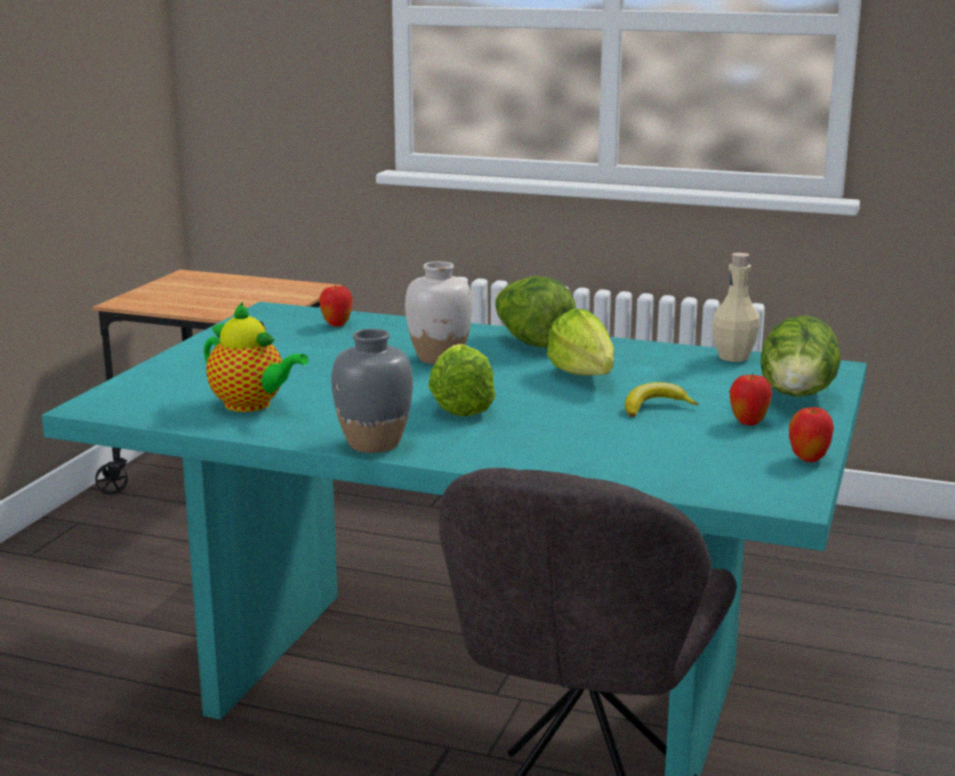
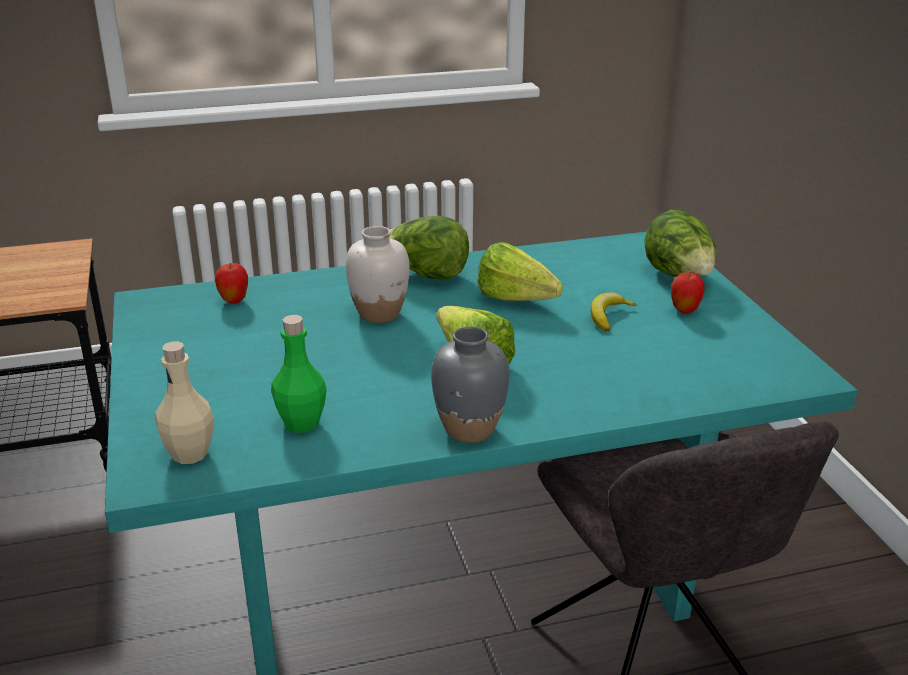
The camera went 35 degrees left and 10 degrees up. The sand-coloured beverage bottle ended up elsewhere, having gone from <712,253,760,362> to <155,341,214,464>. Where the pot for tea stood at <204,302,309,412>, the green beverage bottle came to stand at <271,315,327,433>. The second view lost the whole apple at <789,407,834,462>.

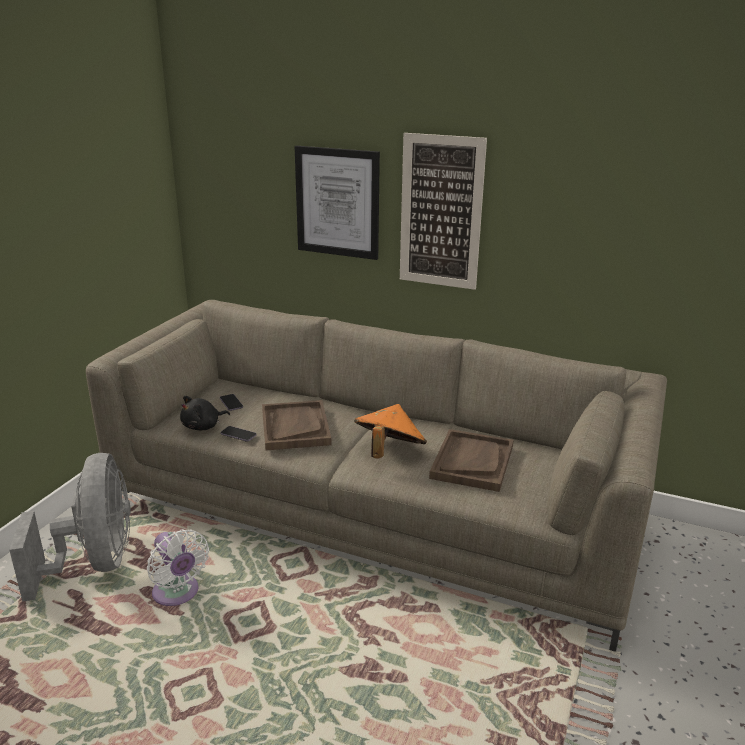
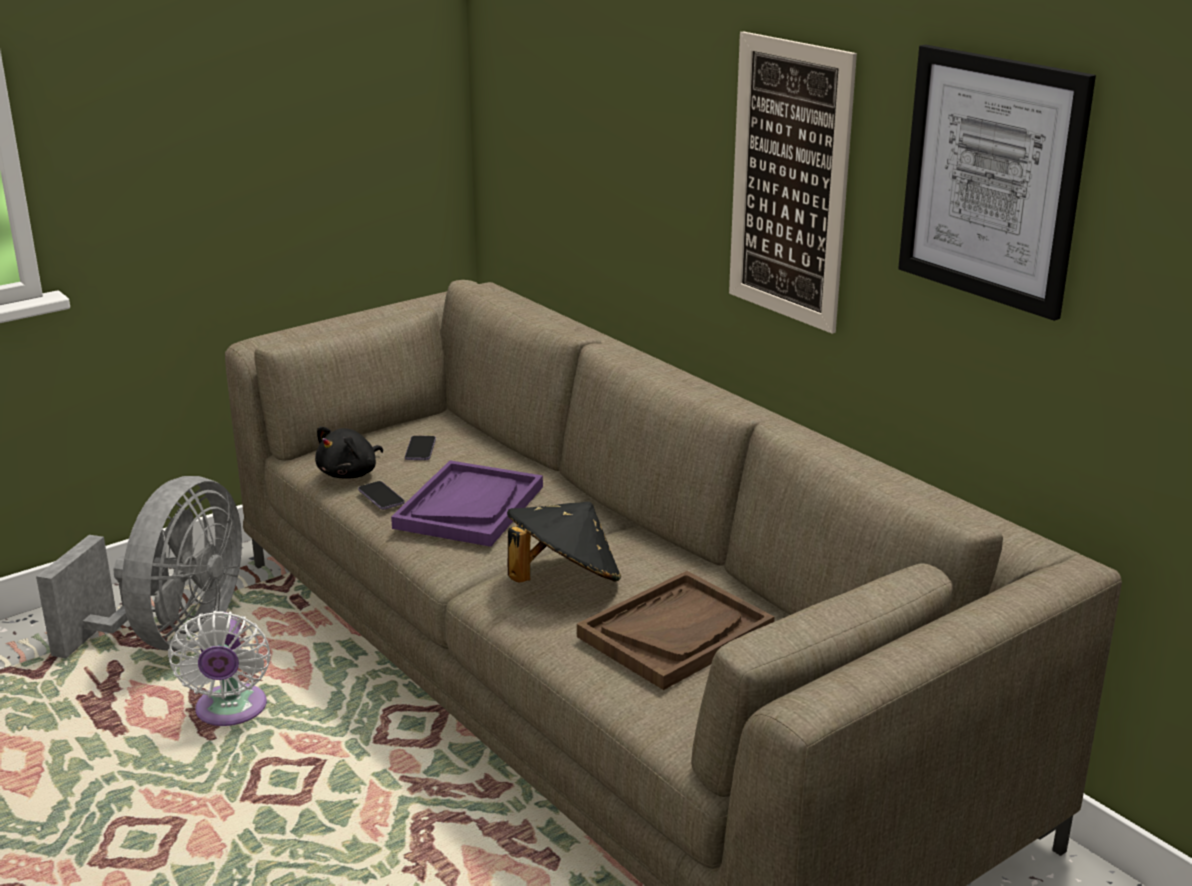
The camera went 30 degrees right and 0 degrees up. The blackish soft toy at <180,396,230,430> ended up facing another way, 45 degrees counterclockwise from before. What was the brown-coloured serving tray at <262,400,331,450> turned into the purplish serving tray at <391,460,543,547>. What was the orangey hat at <354,404,427,459> turned into the blackish hat at <507,502,621,583>. The wall picture ended up elsewhere, having gone from <295,146,380,260> to <898,45,1096,321>.

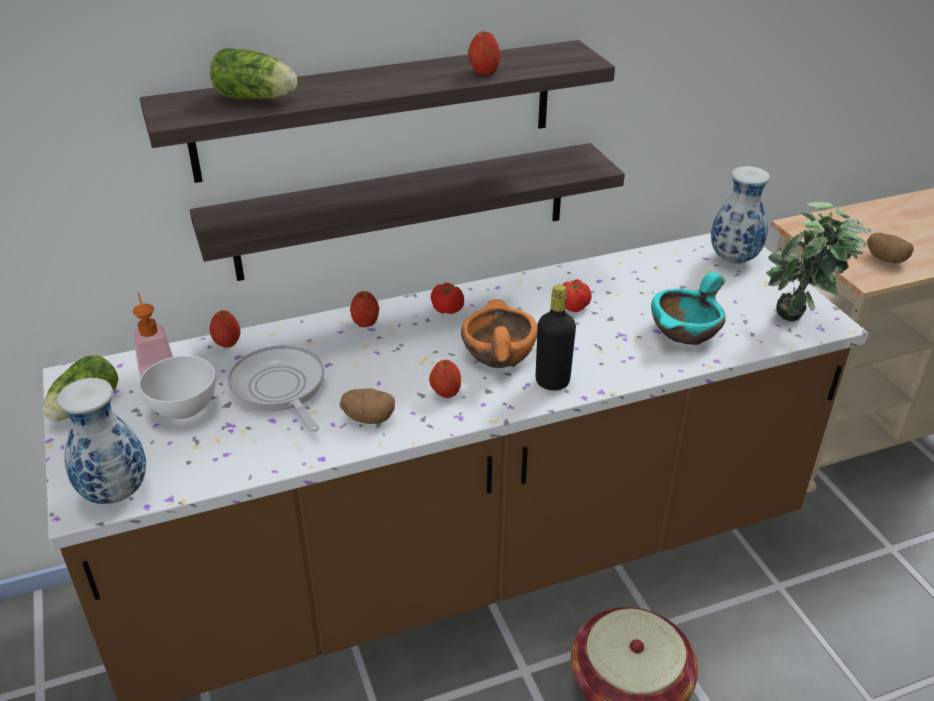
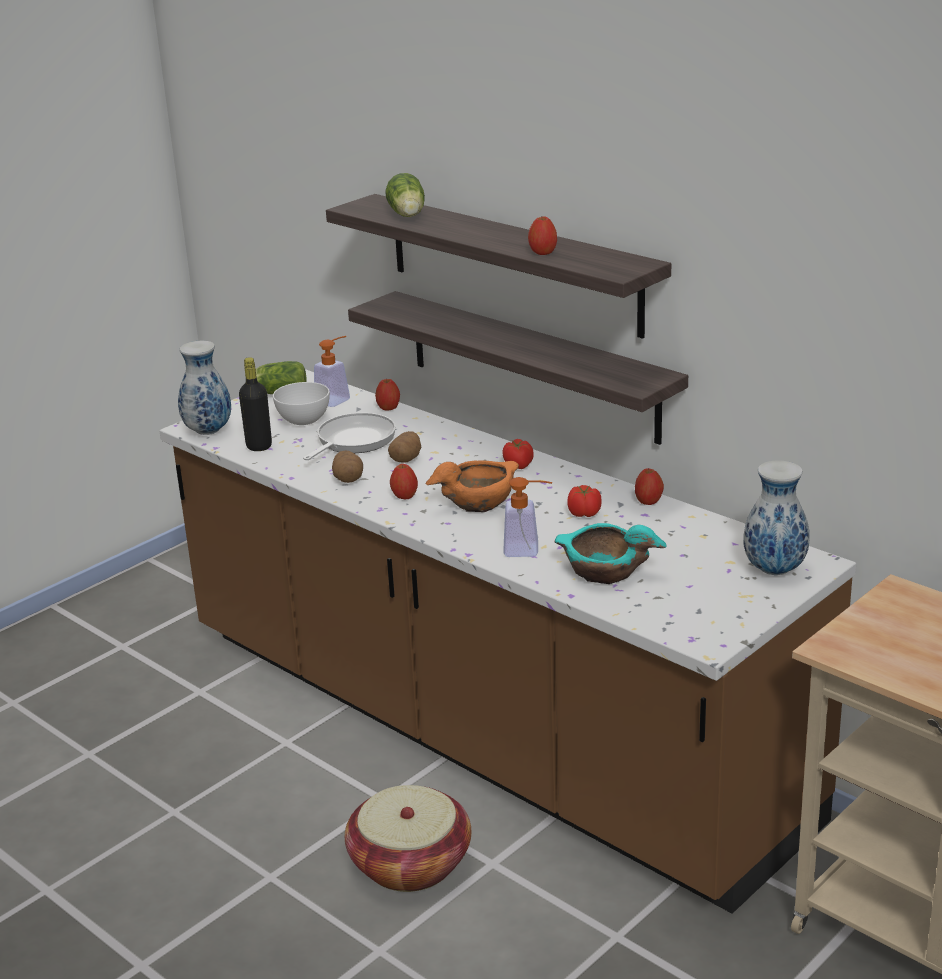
The camera went 65 degrees right and 10 degrees down. The blackish beverage bottle ended up elsewhere, having gone from <536,285,576,390> to <239,357,272,451>. The potato ended up elsewhere, having gone from <867,233,914,263> to <388,431,421,463>. The second view gained the liquid soap bottle at <503,477,552,557>. The whole apple ended up elsewhere, having gone from <350,291,379,327> to <635,469,664,505>. The second view lost the houseplant at <766,202,871,322>.

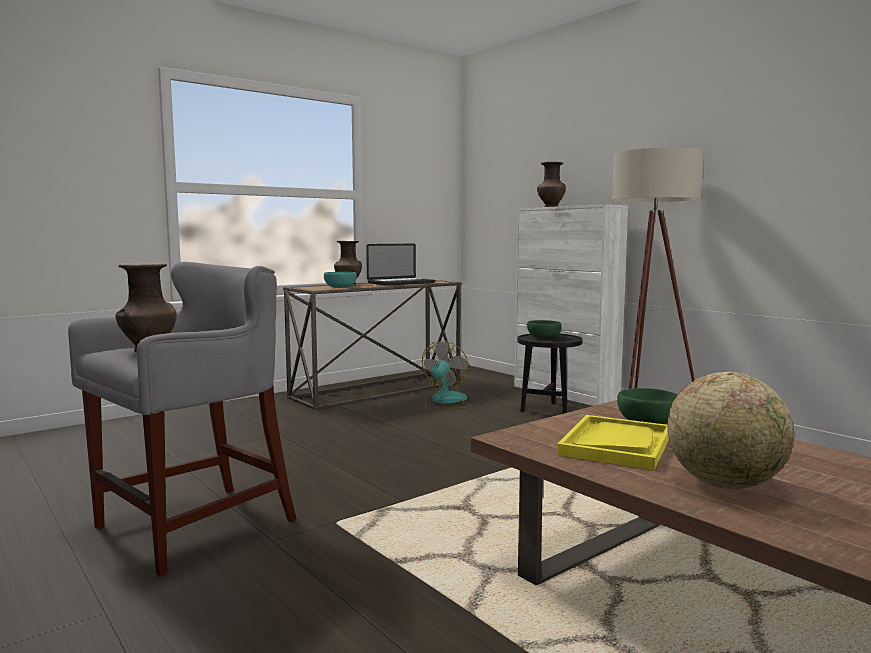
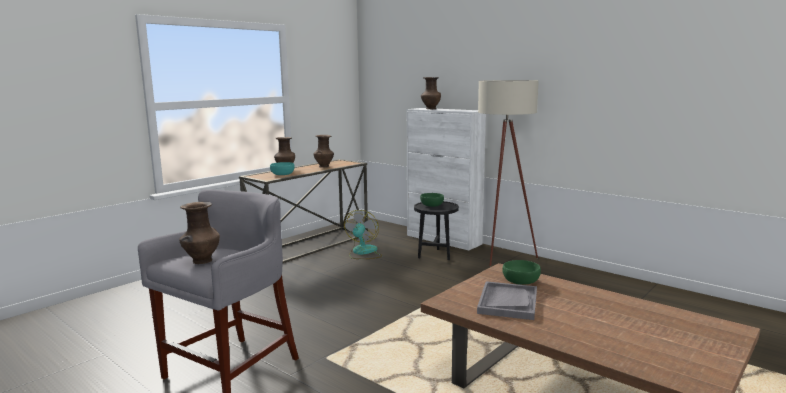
The camera went 10 degrees left and 5 degrees up. Where the portable computer stood at <366,244,435,286>, the brown-coloured decorative vase came to stand at <314,135,334,168>. What was the yellow-coloured serving tray at <557,415,669,470> turned into the gray serving tray at <477,281,537,320>. The second view lost the globe at <667,371,794,489>.

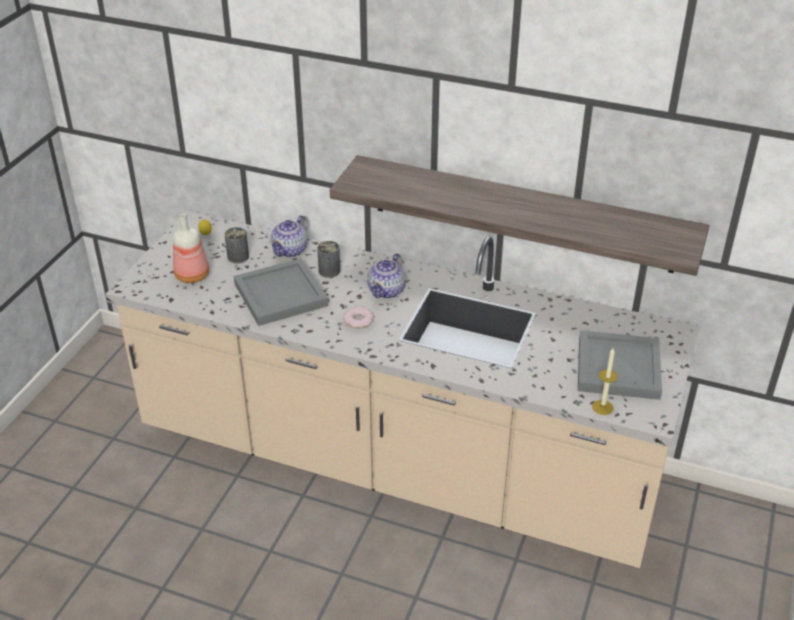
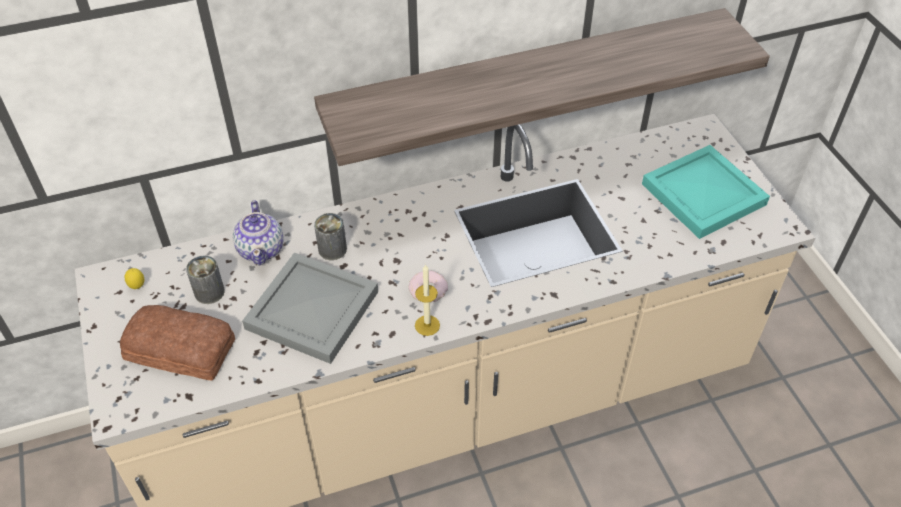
The camera went 40 degrees left and 10 degrees up. Where the beverage bottle stood at <173,214,210,283>, the baked bread came to stand at <120,305,235,381>. The wax candle ended up elsewhere, having gone from <592,348,618,415> to <415,264,440,336>. What was the gray serving tray at <578,330,662,400> turned into the blue-green serving tray at <642,145,770,239>. The second view lost the pot for tea at <367,253,406,299>.

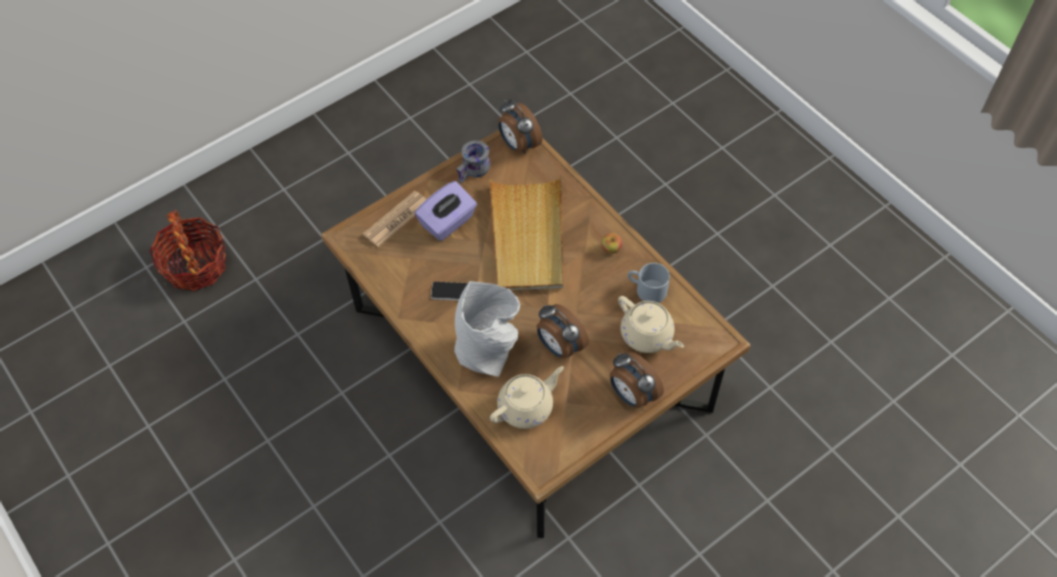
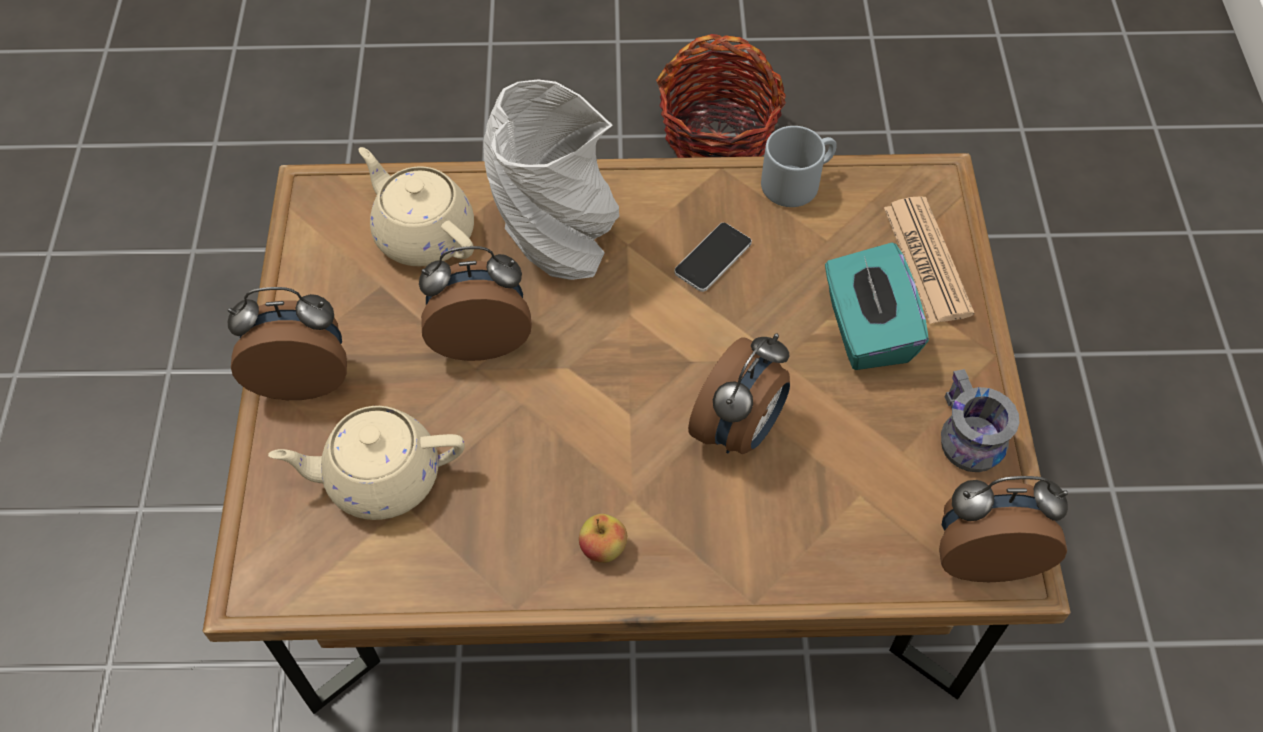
The camera went 125 degrees right and 0 degrees up. The sand-coloured pot for tea at <490,366,564,429> ended up facing another way, 135 degrees clockwise from before. The household basket ended up elsewhere, having gone from <149,210,226,291> to <656,34,786,158>. Where the sand-coloured serving tray stood at <489,176,563,290>, the bedside clock came to stand at <688,334,790,454>. The gray mug ended up elsewhere, having gone from <628,263,670,303> to <761,126,837,207>. What was the purplish tissue holder at <415,181,477,241> turned into the blue-green tissue holder at <825,242,929,370>.

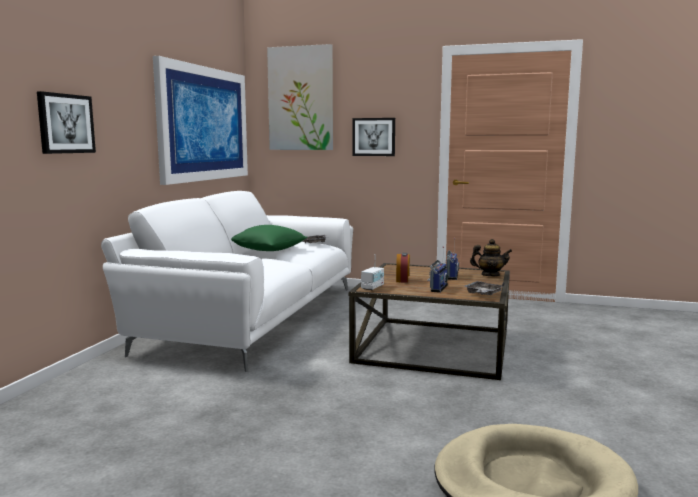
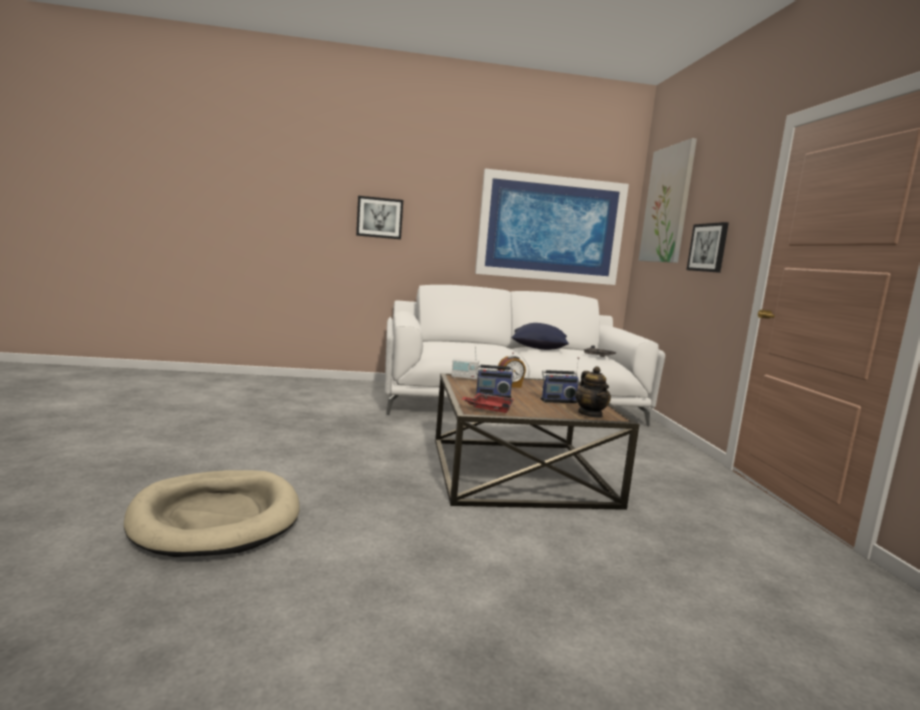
The camera went 65 degrees right and 0 degrees up. What was the gray serving tray at <465,281,505,295> turned into the red serving tray at <462,393,514,413>. What was the green throw pillow at <231,225,308,251> turned into the bluish throw pillow at <511,323,569,350>.

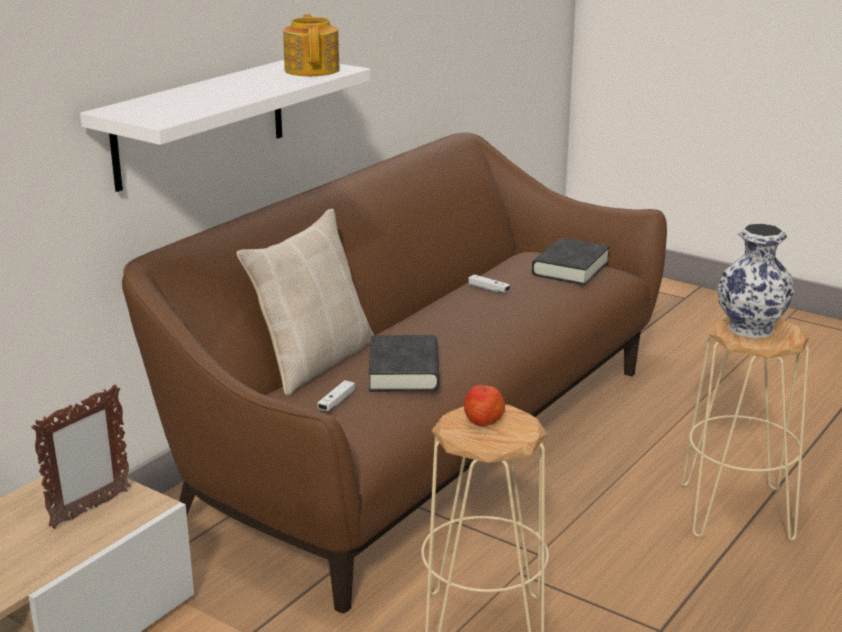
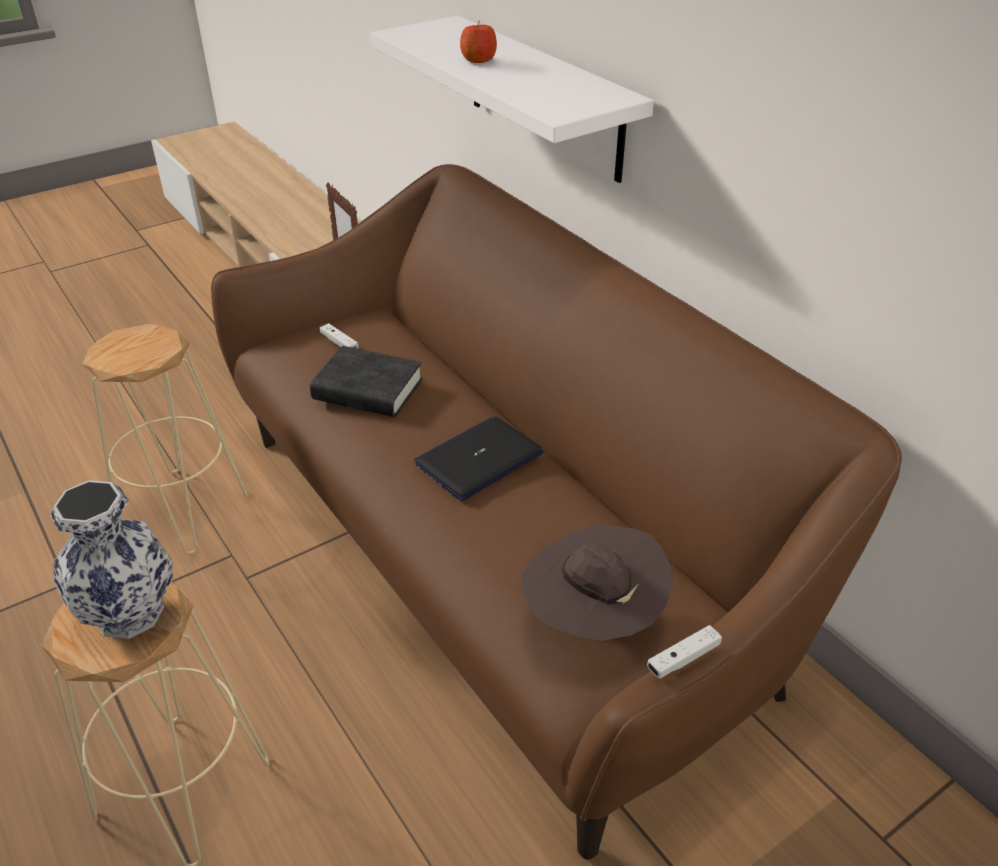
The camera went 110 degrees right and 15 degrees up. The second view gained the portable computer at <415,417,543,501>. The whole apple ended up elsewhere, having gone from <464,384,505,426> to <460,21,497,63>. Where the blackish book stood at <532,238,610,285>, the brown-coloured hat came to stand at <521,526,674,641>. The whitish gamepad ended up elsewhere, having gone from <468,275,510,292> to <647,625,722,679>. The second view lost the sand-coloured throw pillow at <237,209,374,395>. The second view lost the pot for tea at <283,14,340,76>.

